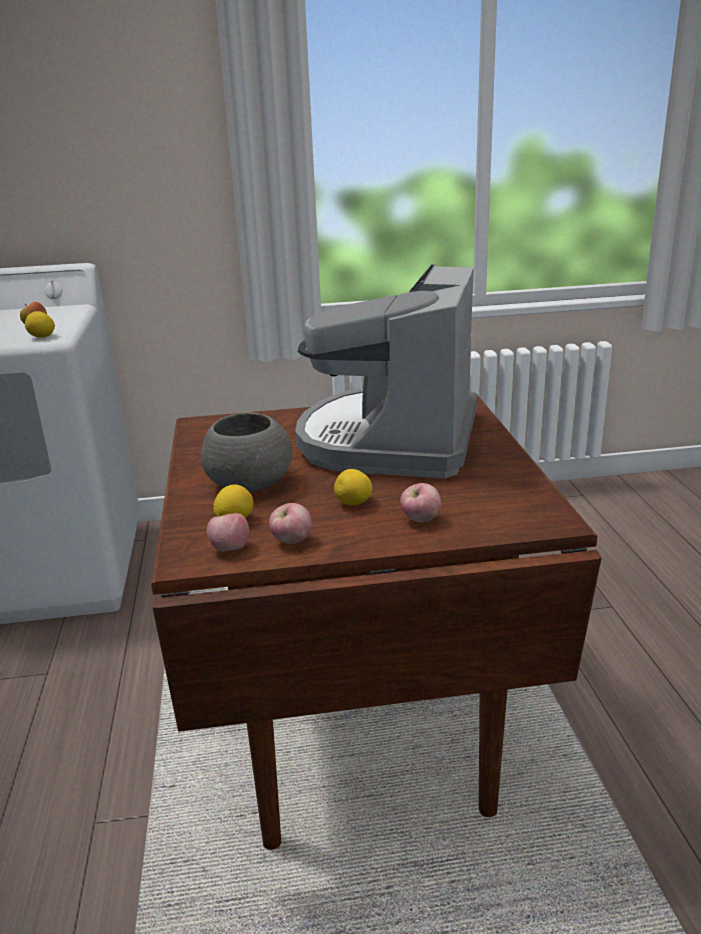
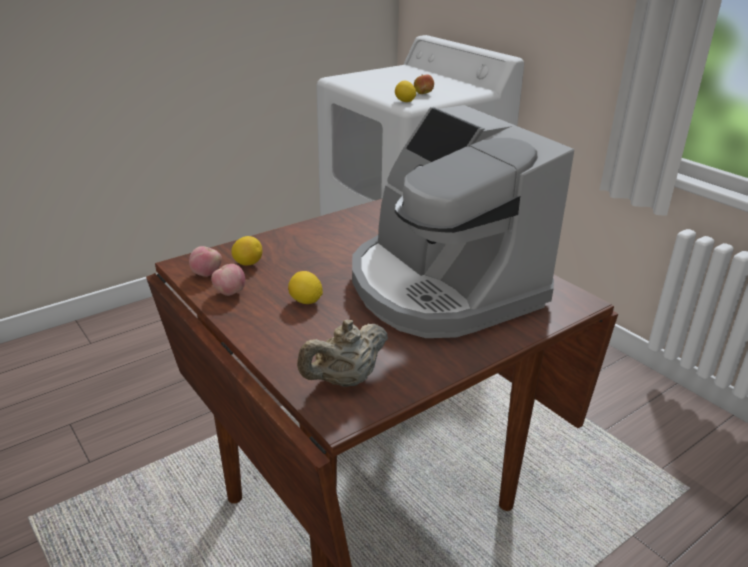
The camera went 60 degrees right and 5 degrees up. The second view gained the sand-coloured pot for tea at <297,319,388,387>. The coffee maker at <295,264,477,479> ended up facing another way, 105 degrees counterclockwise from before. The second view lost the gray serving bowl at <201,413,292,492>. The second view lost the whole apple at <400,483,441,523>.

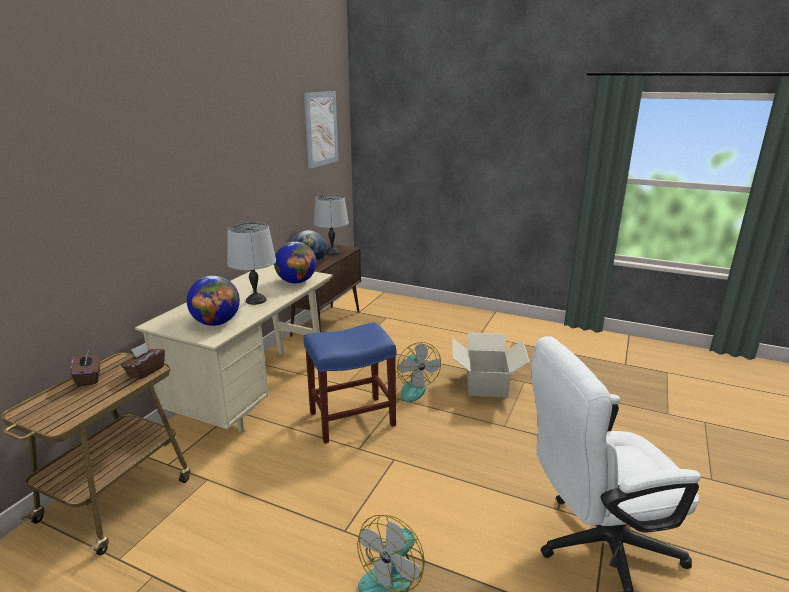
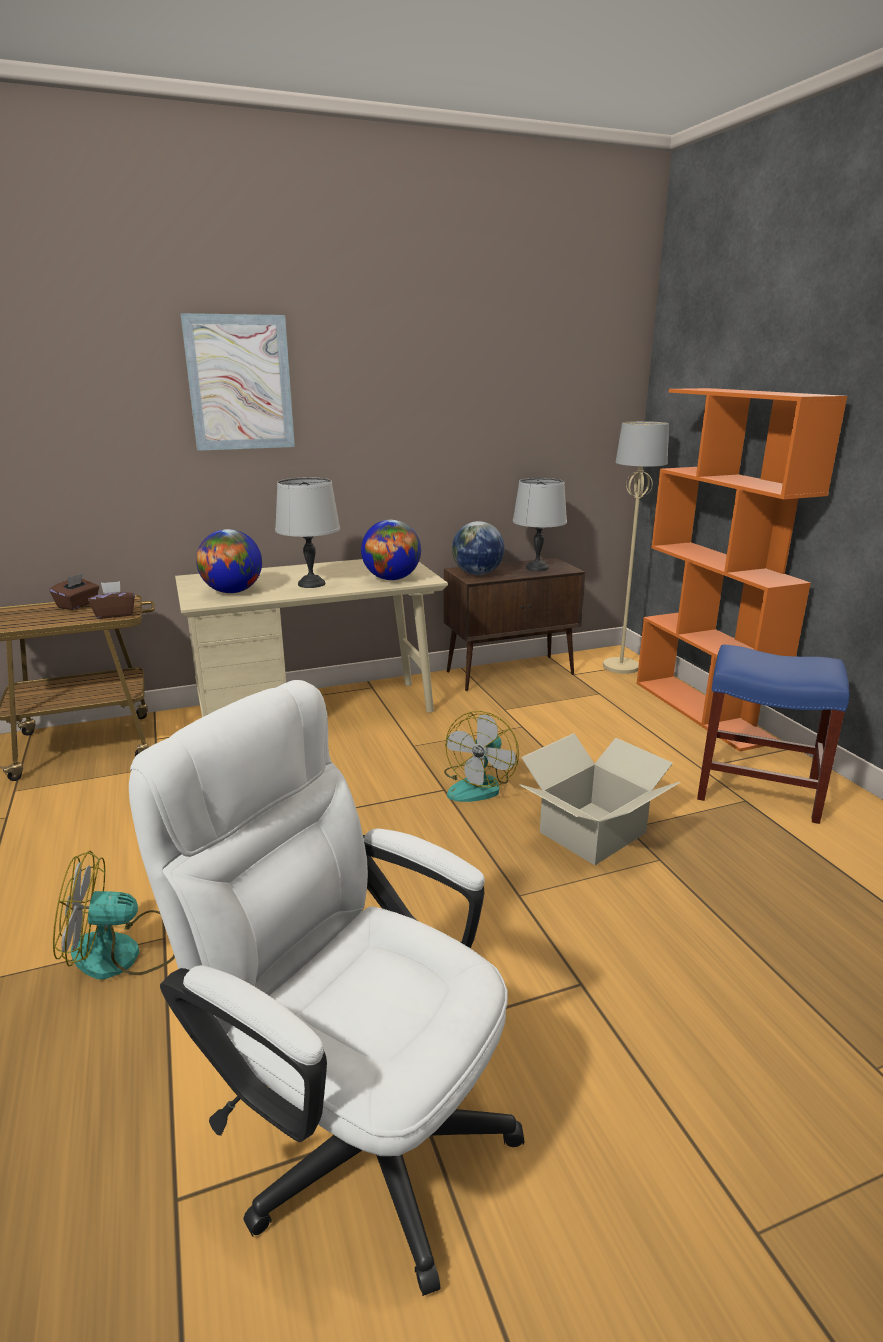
The camera went 45 degrees right and 0 degrees up. The wall picture ended up elsewhere, having gone from <304,91,338,169> to <180,313,295,451>. The second view gained the sand-coloured floor lamp at <603,421,669,674>. The second view gained the orangey bookshelf at <637,388,848,752>. The bluish sitting stool ended up elsewhere, having gone from <304,322,396,444> to <697,645,849,824>.

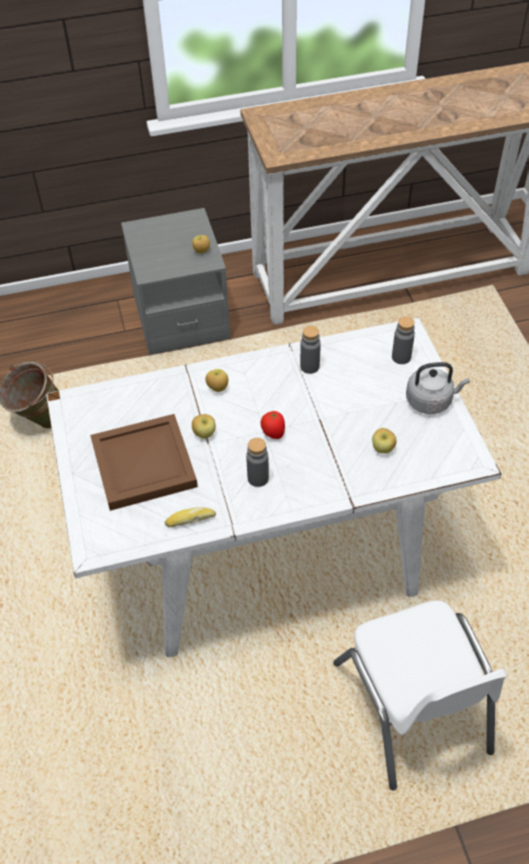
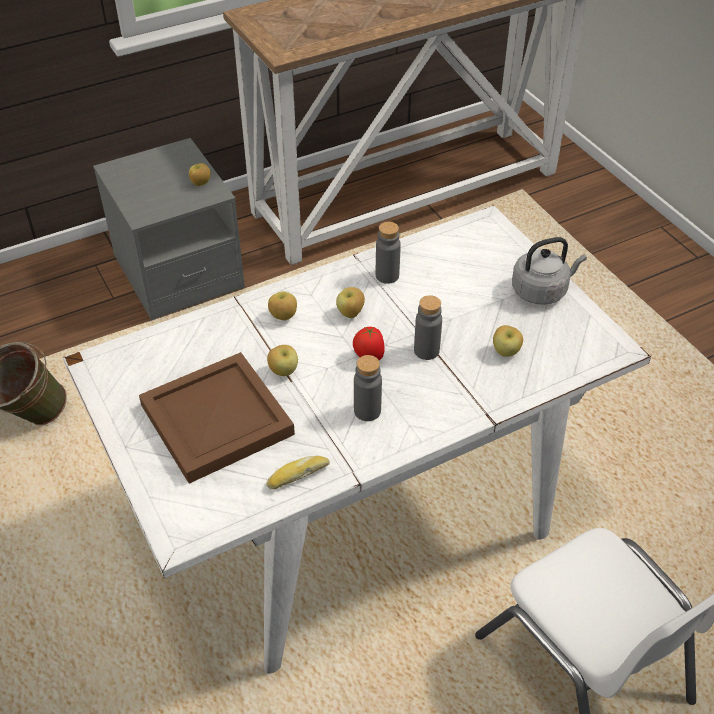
The camera went 15 degrees left and 5 degrees down. The second view gained the whole apple at <336,287,365,318>. The gray beverage bottle ended up elsewhere, having gone from <392,316,415,364> to <414,295,442,360>.

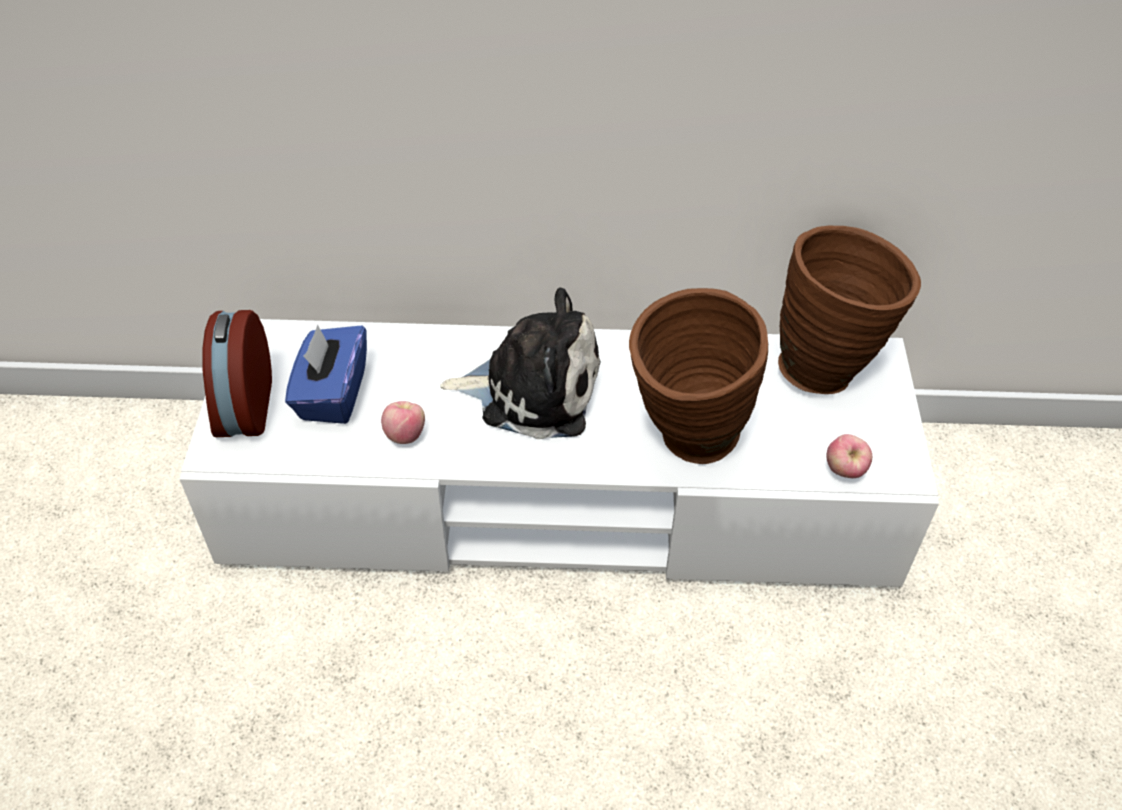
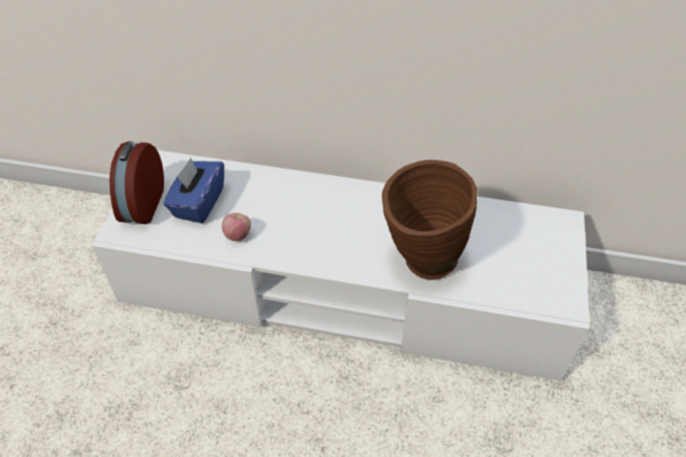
The camera went 10 degrees right and 0 degrees up. The second view lost the soft toy at <440,287,600,439>. The second view lost the brown-coloured decorative vase at <778,225,921,394>. The second view lost the whole apple at <826,434,872,478>.

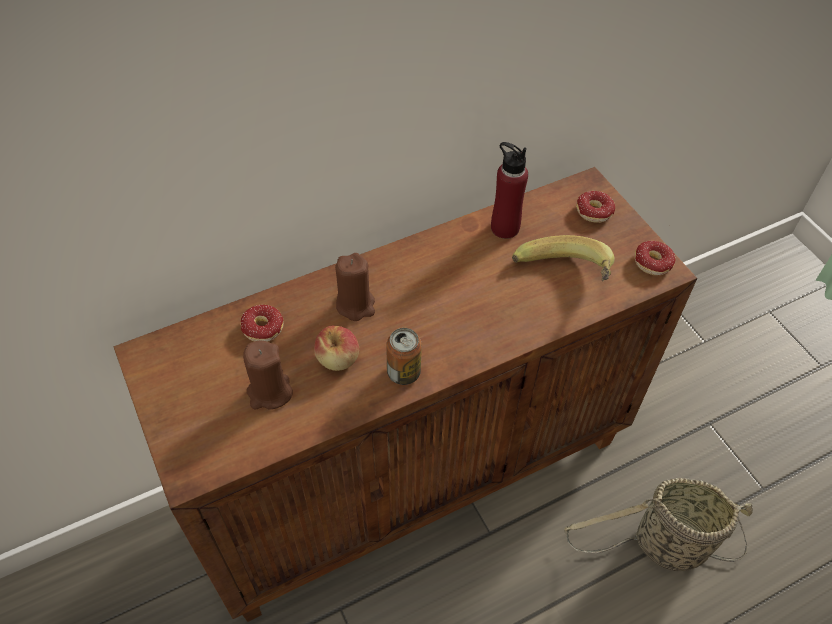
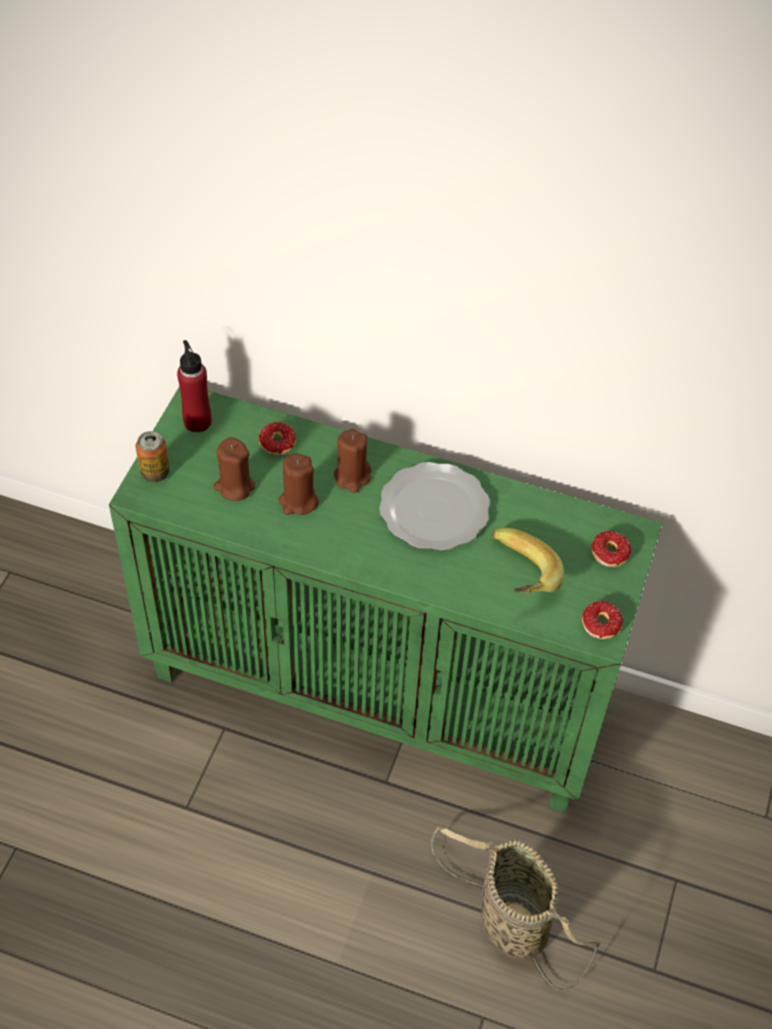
The camera went 45 degrees right and 0 degrees up. What was the brown-coloured storage cabinet at <114,167,697,622> turned into the green storage cabinet at <109,386,663,813>. The metal can ended up elsewhere, having gone from <386,328,422,385> to <136,431,169,482>. The red beverage bottle ended up elsewhere, having gone from <491,142,528,239> to <177,340,212,432>. Where the whole apple stood at <314,326,359,371>, the brown-coloured wax candle came to stand at <279,454,319,515>. The second view gained the dinner plate at <379,462,490,551>.

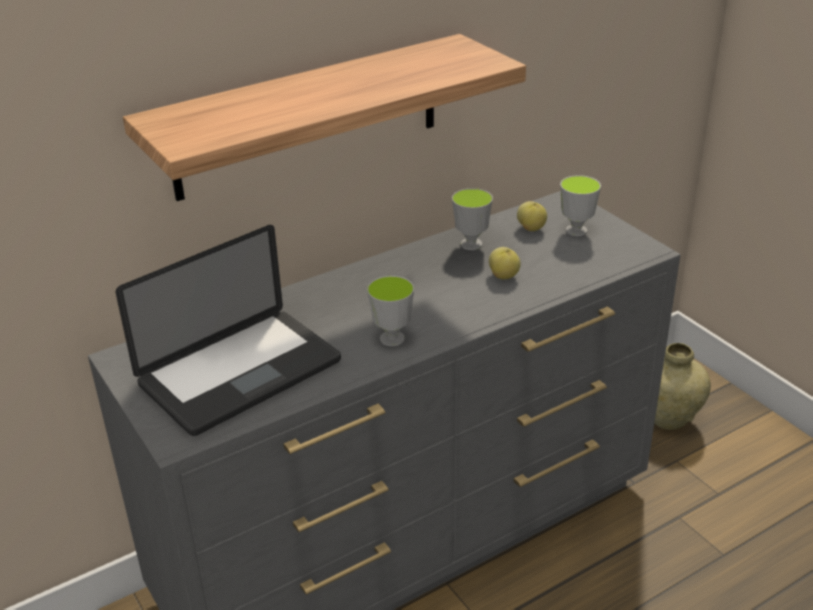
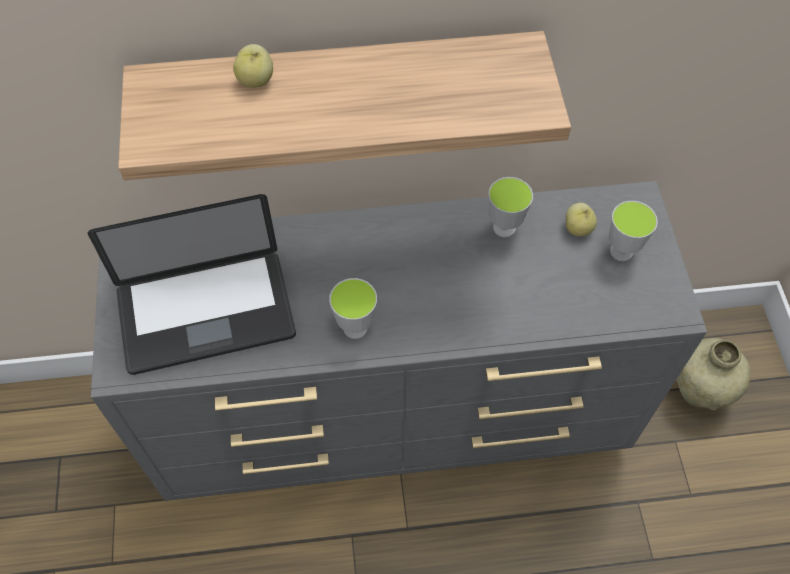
The camera went 25 degrees right and 25 degrees up. The whole apple ended up elsewhere, having gone from <489,247,521,279> to <233,44,273,88>.

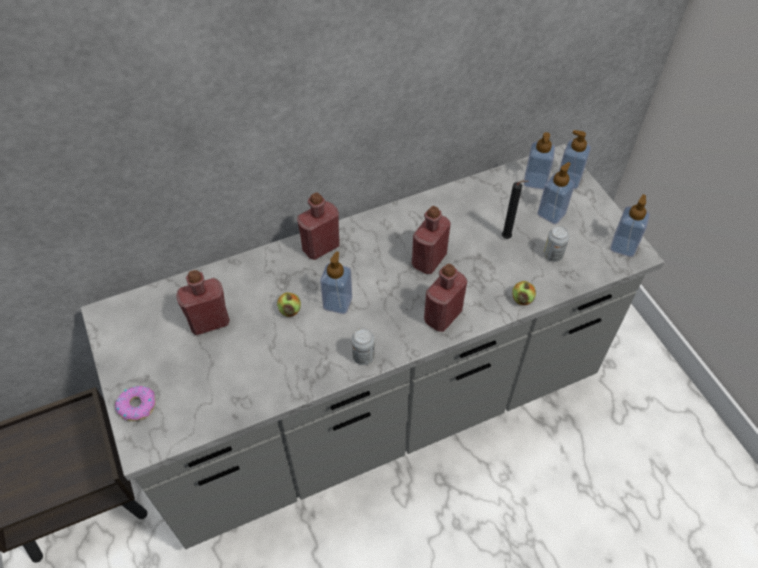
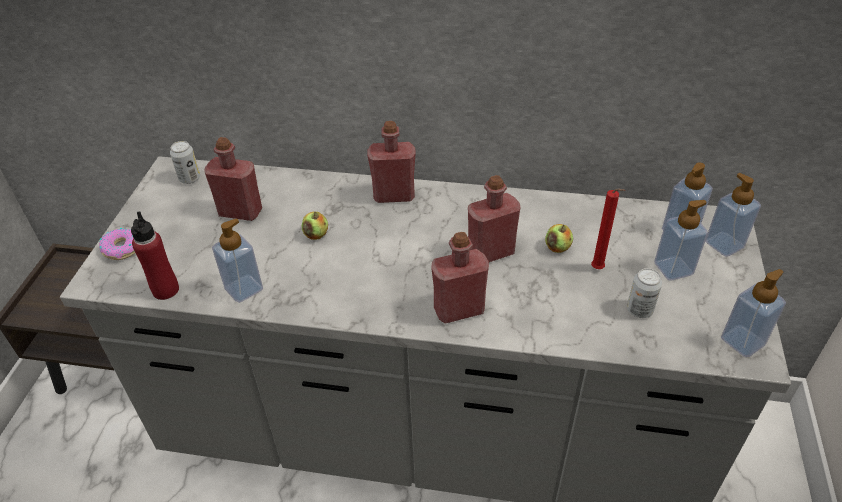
The camera went 35 degrees right and 10 degrees down. The second view gained the red beverage bottle at <131,212,179,300>. The metal can ended up elsewhere, having gone from <352,328,375,365> to <170,141,200,184>. The liquid soap bottle ended up elsewhere, having gone from <320,251,352,314> to <212,218,263,303>. The whole apple ended up elsewhere, having gone from <512,281,536,305> to <545,224,573,253>. What was the blackish wax candle at <502,180,529,239> turned into the red wax candle at <591,189,625,269>.

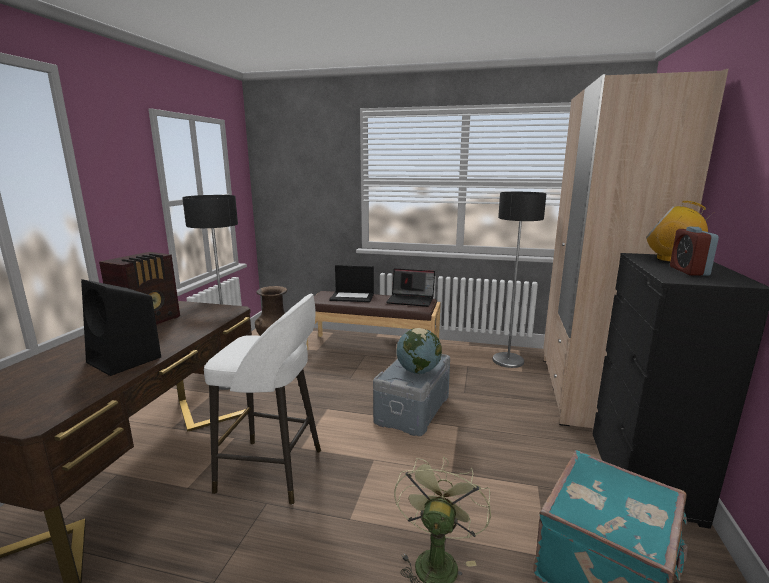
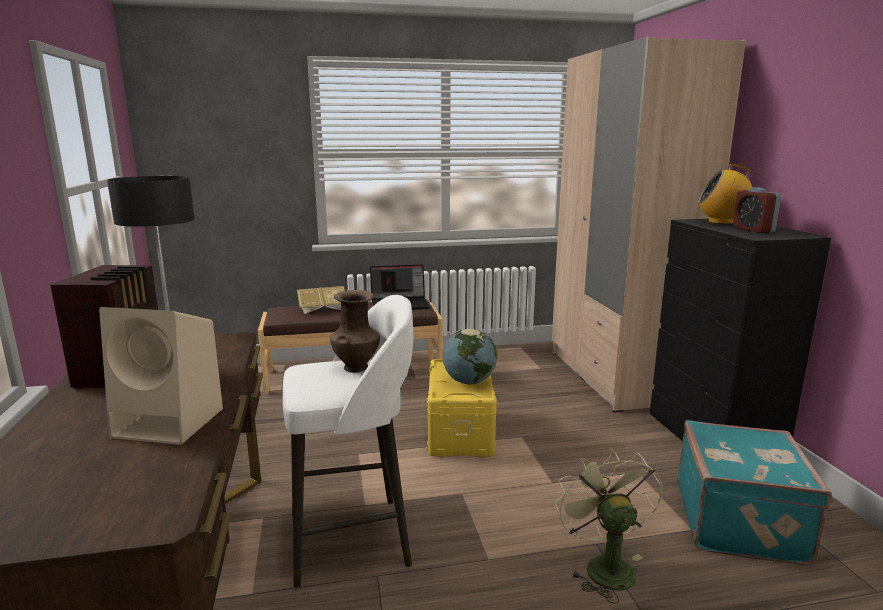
The camera went 25 degrees left and 0 degrees up. What was the blackish audio speaker at <81,279,161,376> turned into the sand-coloured audio speaker at <99,307,223,445>. Where the portable computer stood at <329,265,374,302>, the book came to stand at <297,286,345,314>. What was the gray storage container at <373,354,450,436> turned into the yellow-coloured storage container at <427,359,497,458>. The second view lost the floor lamp at <492,192,547,368>.

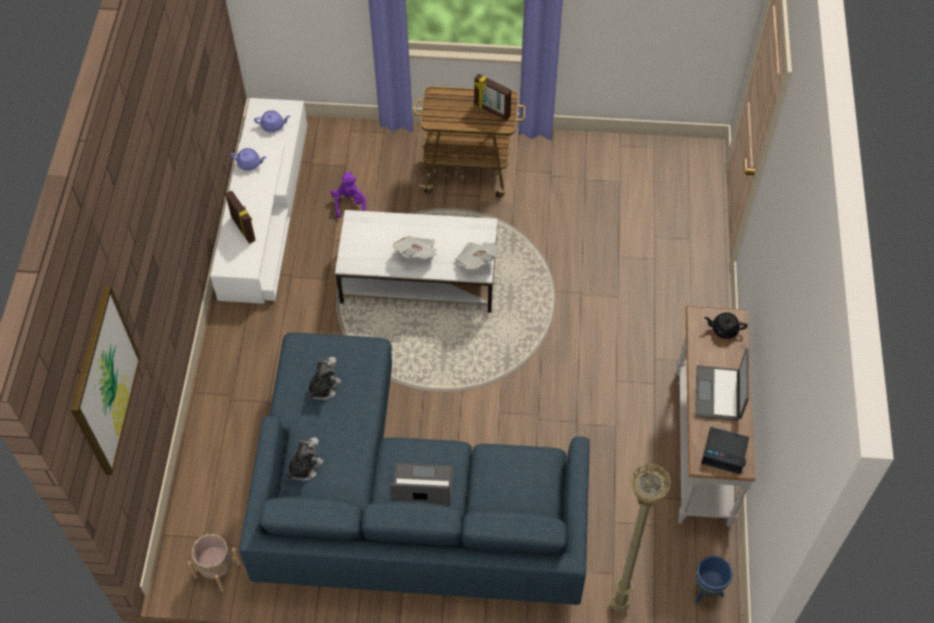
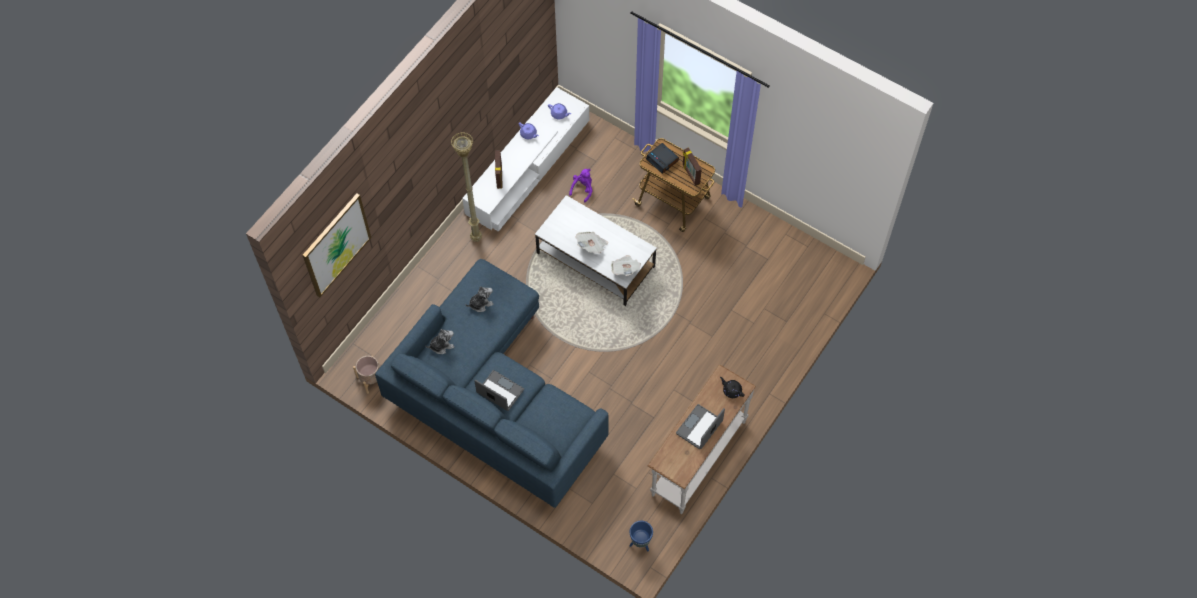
The camera went 30 degrees right and 5 degrees up. The sand-coloured floor lamp ended up elsewhere, having gone from <610,463,672,612> to <451,132,482,242>. The bedside clock ended up elsewhere, having gone from <701,427,749,474> to <646,143,679,174>.

